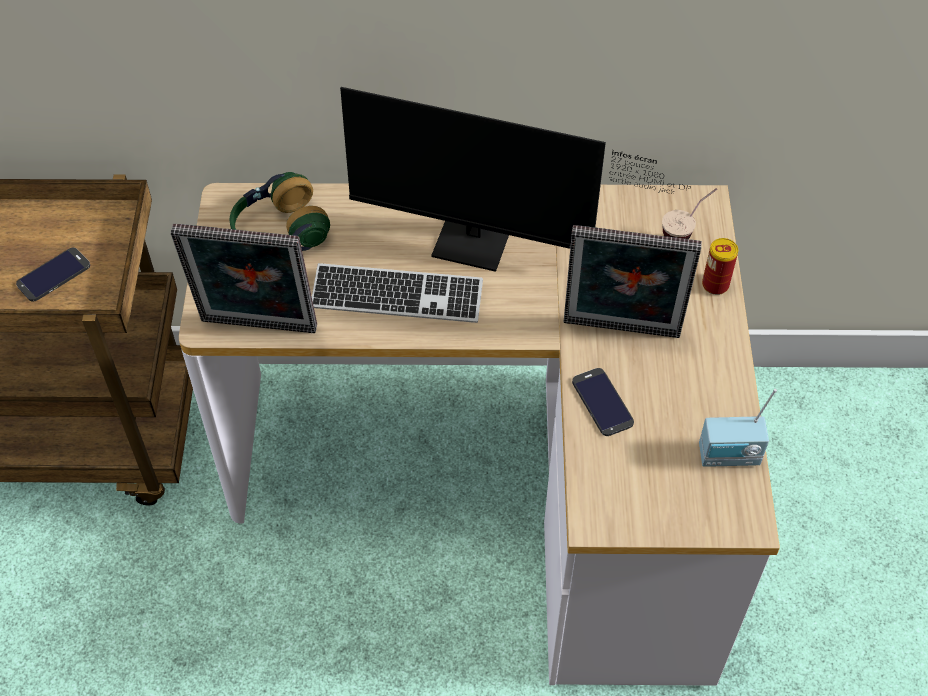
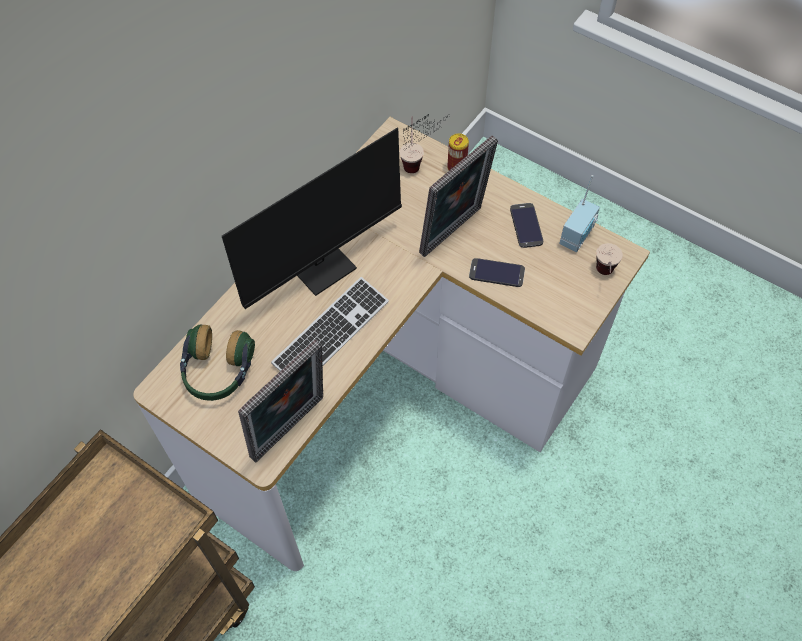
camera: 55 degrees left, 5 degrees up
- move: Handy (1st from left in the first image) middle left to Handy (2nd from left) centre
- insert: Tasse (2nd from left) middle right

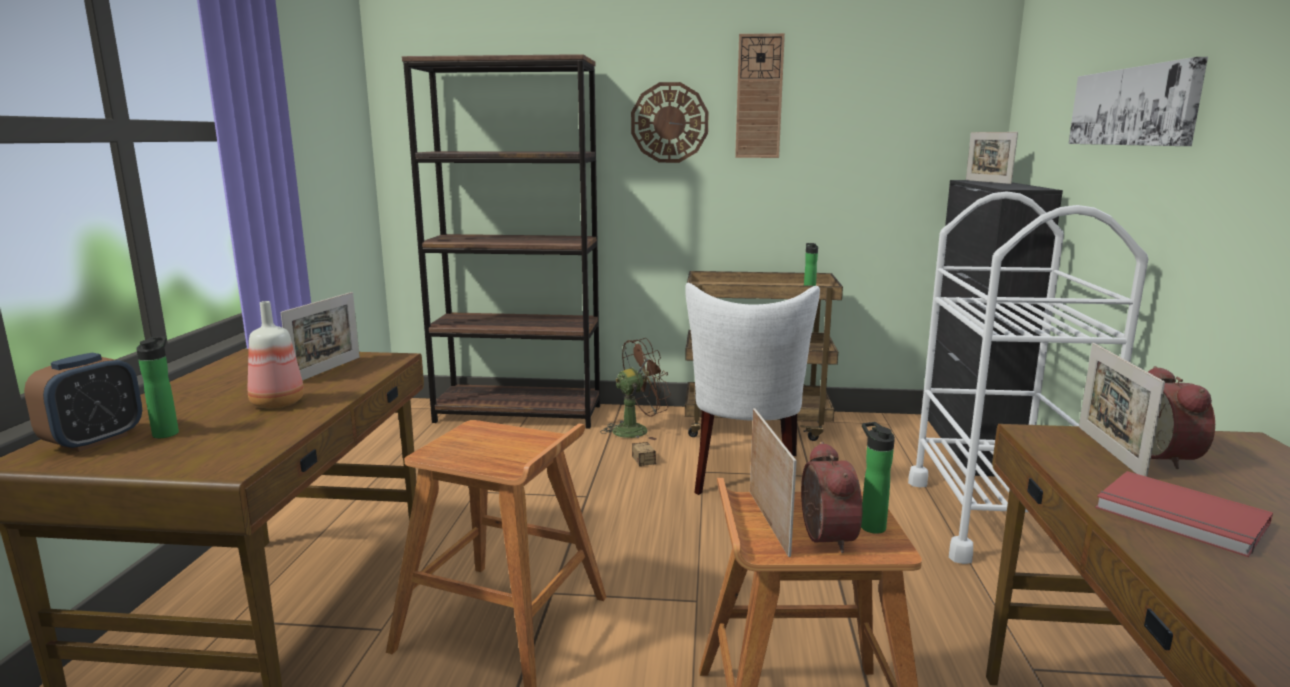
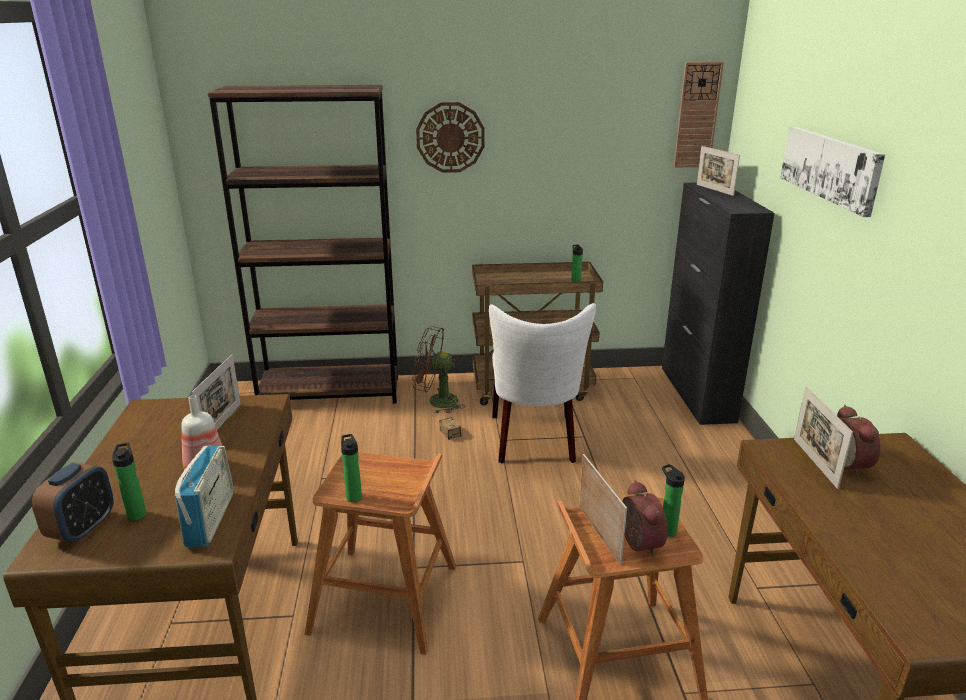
camera: 10 degrees left, 10 degrees up
- move: Wanduhr (2nd from left) top centre to top right
- delete: Rollwagen [weiß] middle right
- rotate: Ventilator [braun] centre = centre 135 degrees counterclockwise
- delete: Buch [rot] bottom right
- insert: Flasche (3rd from left) bottom centre
- insert: Radio bottom left

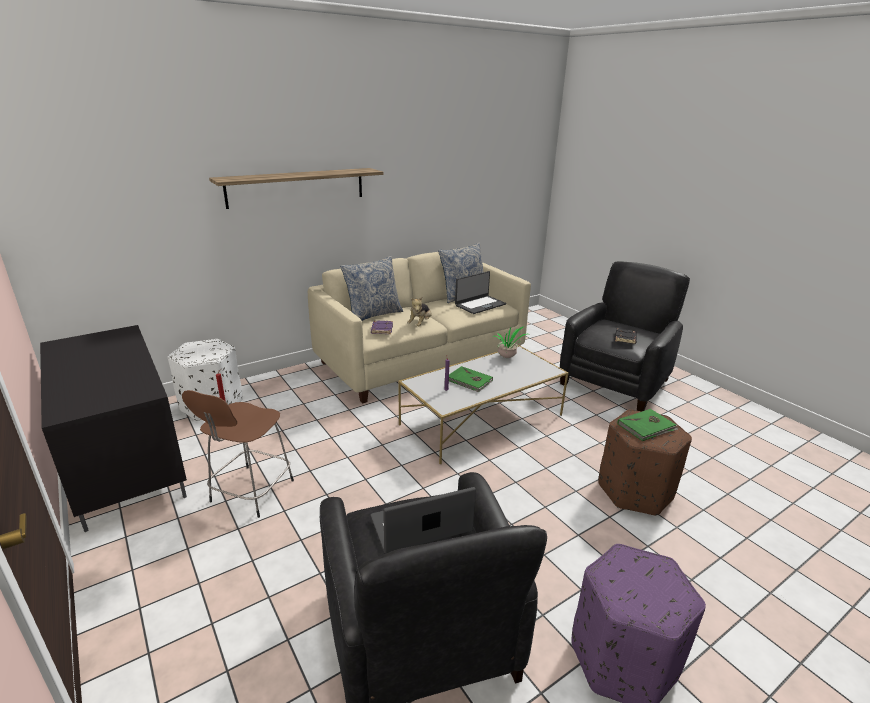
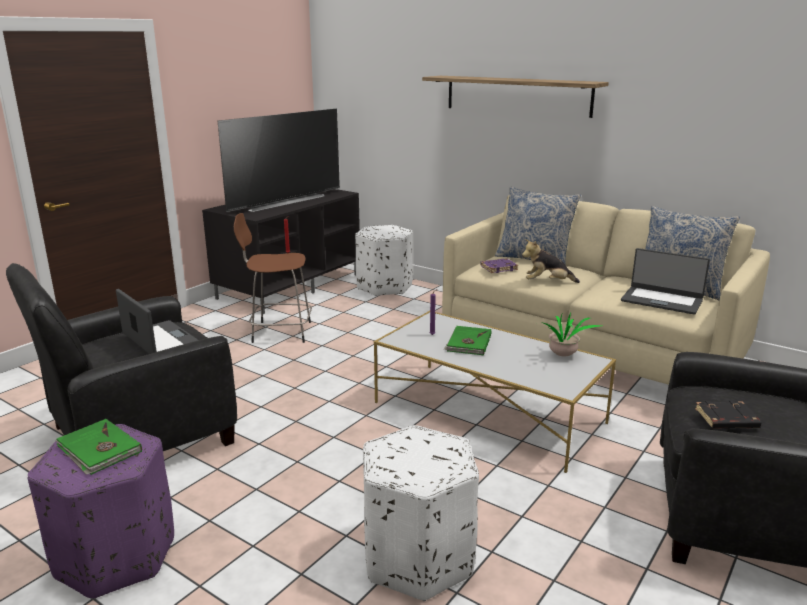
camera: 70 degrees right, 5 degrees down
- move: Buch [grün] (2nd from left in the first image) middle right to Buch [grün] (1st from left) bottom left
- recolor: Polsterhocker [braun] middle right to Polsterhocker [weiß] (2nd from left) bottom centre
- insert: Fernseher top centre

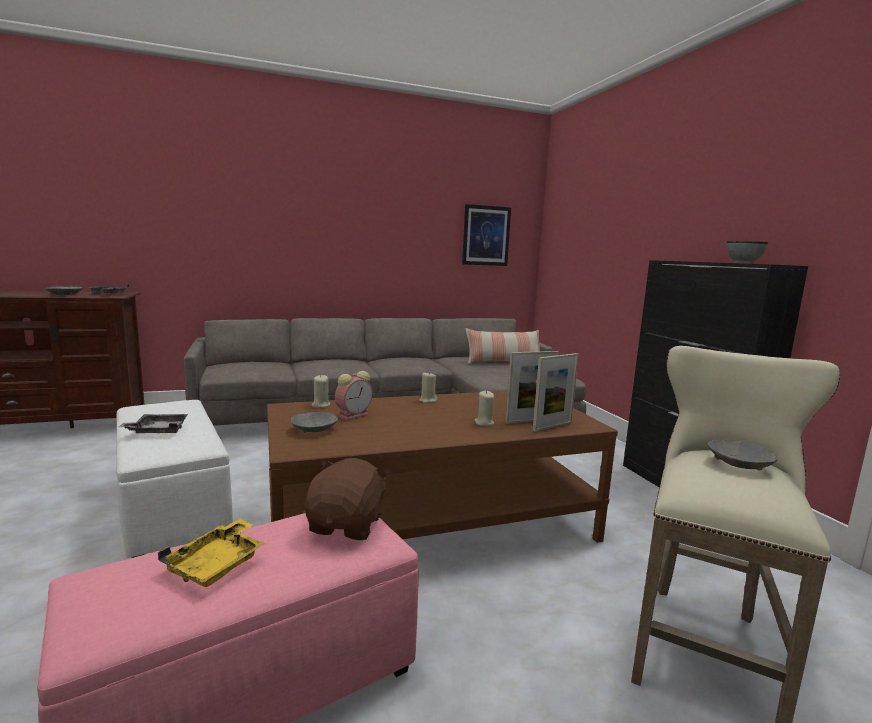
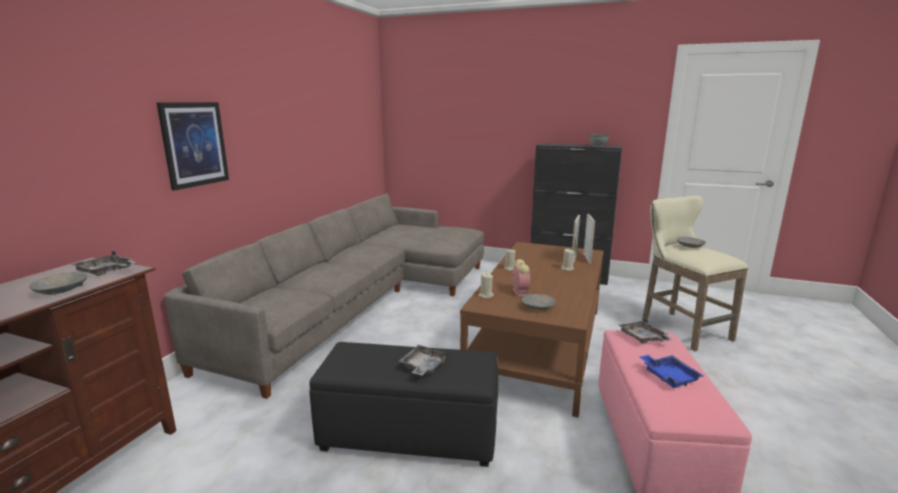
camera: 50 degrees left, 5 degrees up
- move: Bild top centre to top left
- delete: Kissen centre
- recolor: Polsterhocker [weiß] middle left to Polsterhocker [schwarz] bottom centre
- replace: Plüschtier [braun] bottom centre to Tablett [grau] (3rd from left) bottom right
- recolor: Tablett [gelb] bottom left to Tablett [blau] bottom right

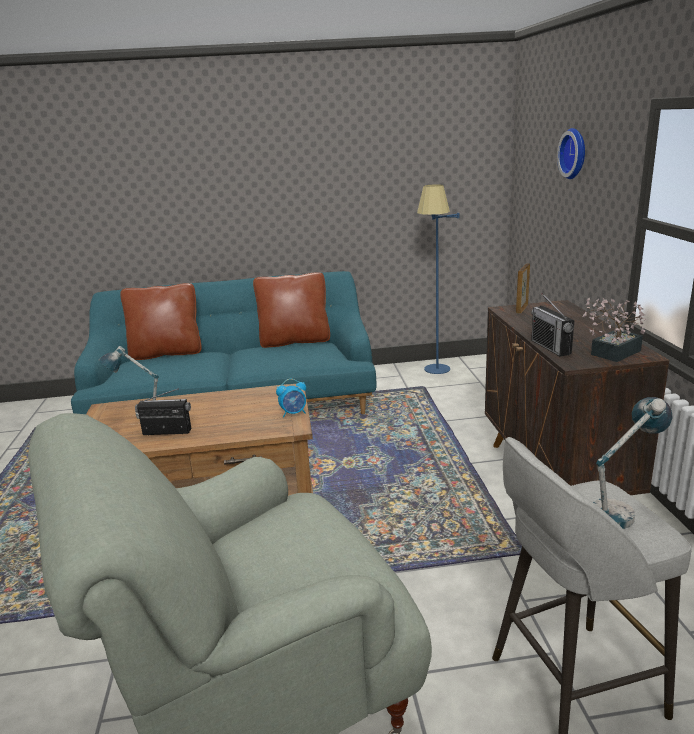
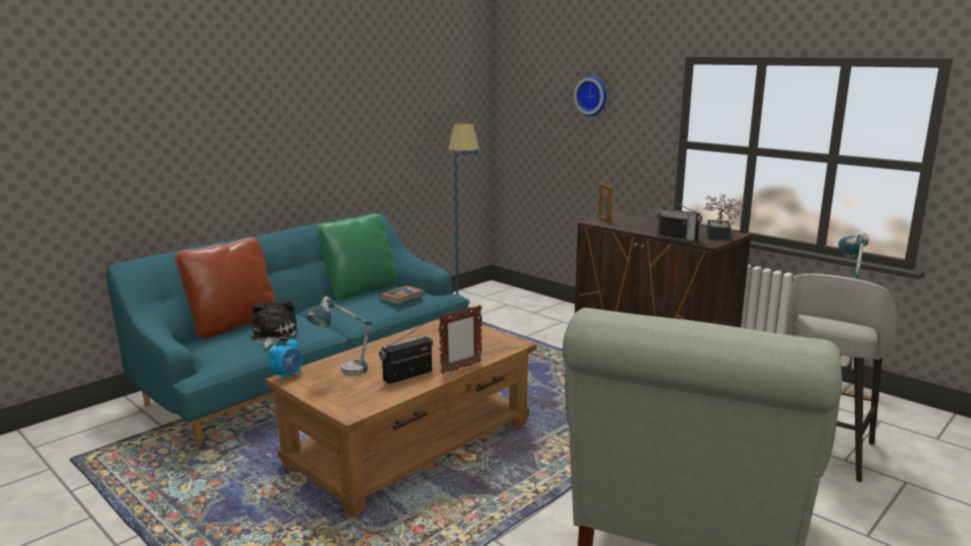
camera: 40 degrees left, 5 degrees down
- recolor: Kissen [braun] (2nd from left) centre to Kissen [grün] centre
- move: Wecker centre to middle left
- insert: Buch centre
- insert: Plüschtier middle left
- insert: Bilderrahmen (1st from left) centre

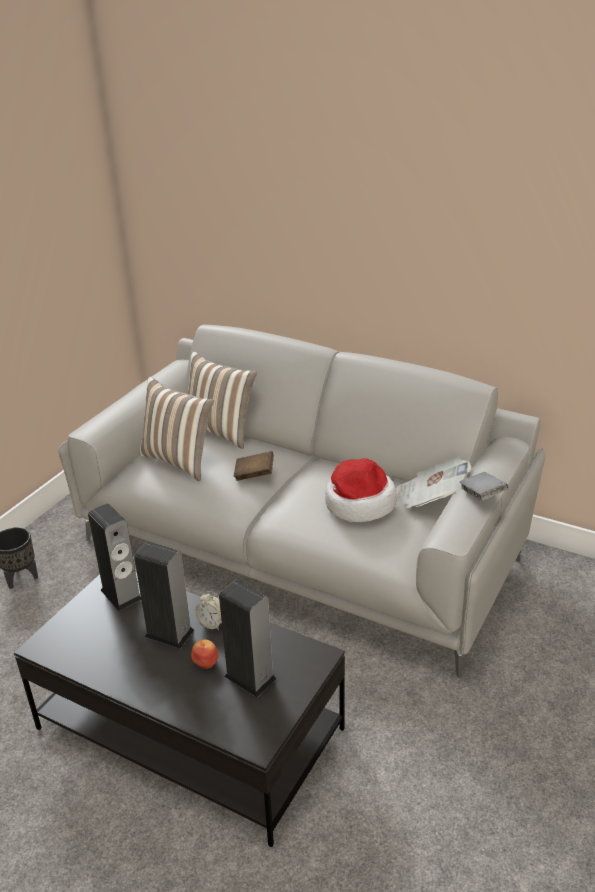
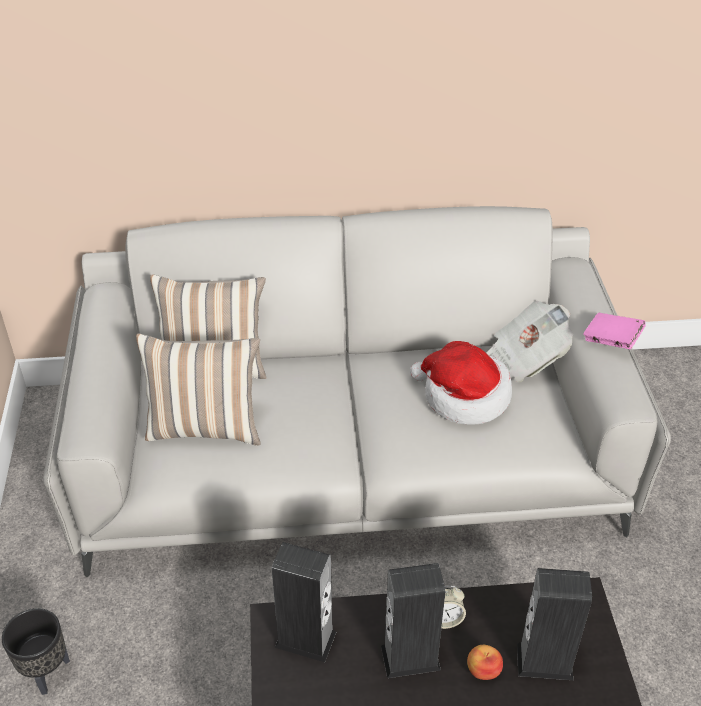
camera: 35 degrees left, 10 degrees up
- delete: Buch [braun] centre
- recolor: Buch [grau] middle right to Buch [rosa] middle right

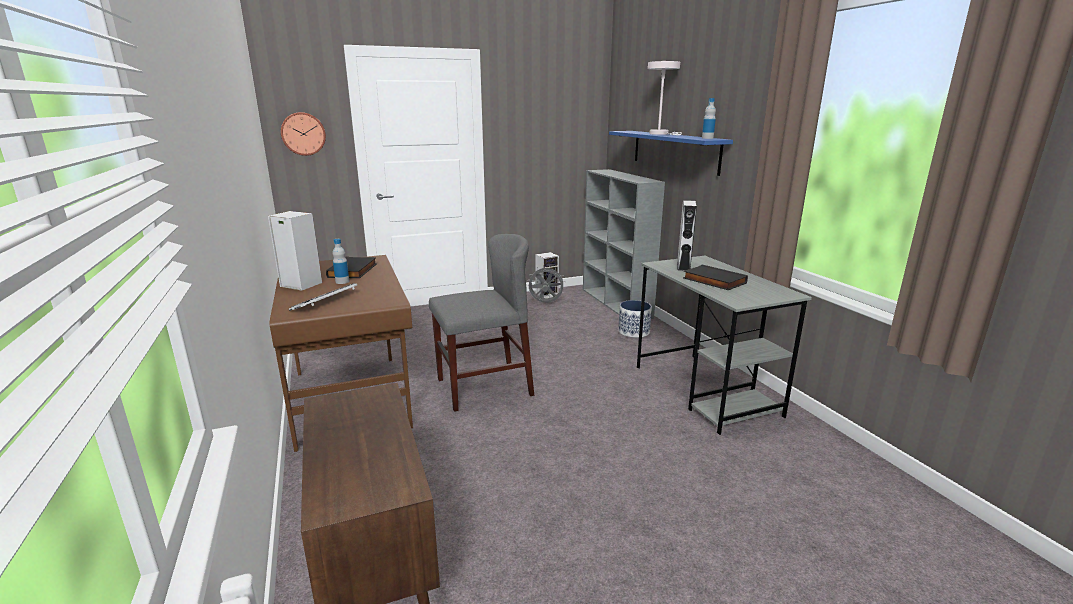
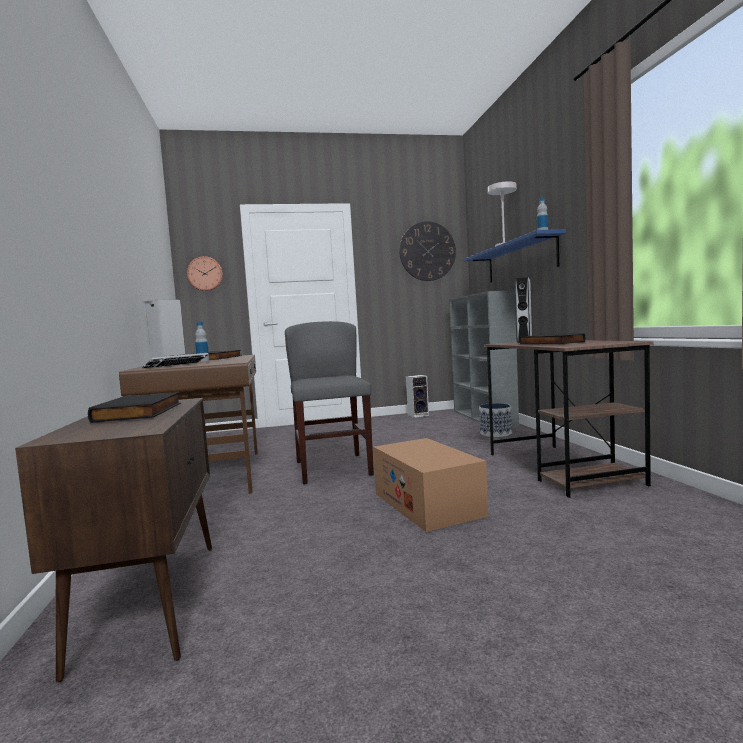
camera: 10 degrees right, 15 degrees down
- rotate: Stuhl [grau] centre = centre 90 degrees counterclockwise
- recolor: Schreibtisch [grau] middle right to Schreibtisch [braun] (2nd from left) middle right
- delete: Ventilator [grau] centre
- insert: Wanduhr (2nd from left) centre
- insert: Buch [schwarz] (1st from left) middle left
- insert: Karton centre

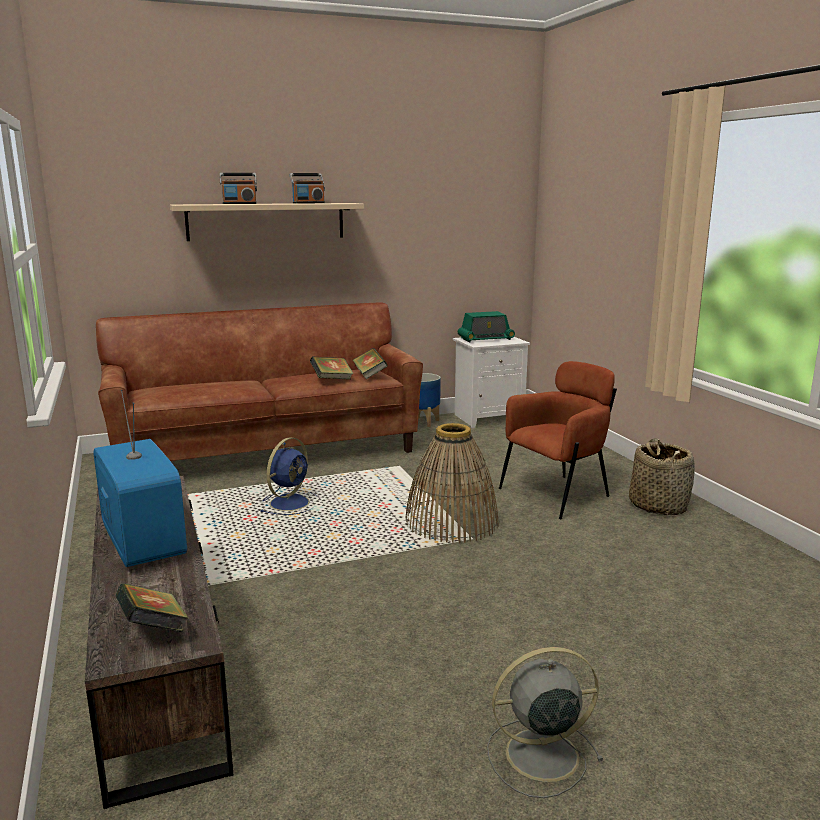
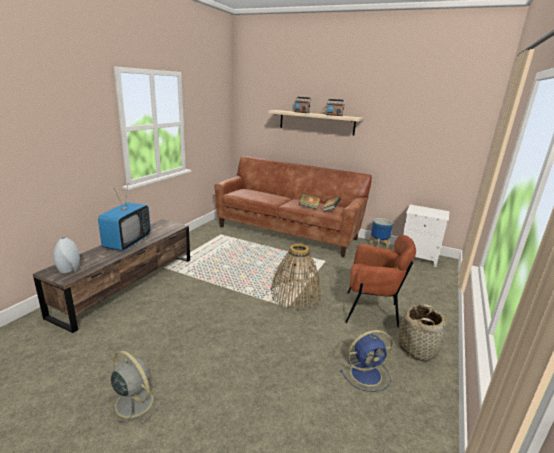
camera: 45 degrees right, 5 degrees up
- delete: Radio (3rd from left) centre
- move: Ventilator [blau] centre to bottom centre
- replace: Buch (1st from left) bottom left to Vase [grau] middle left

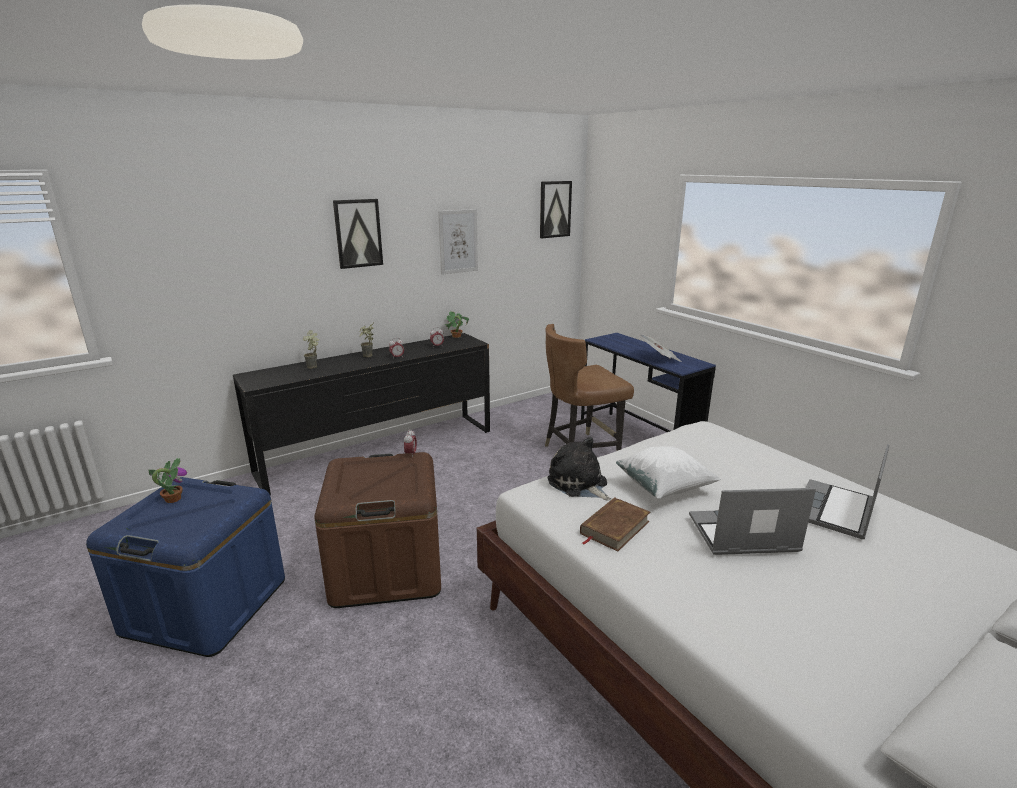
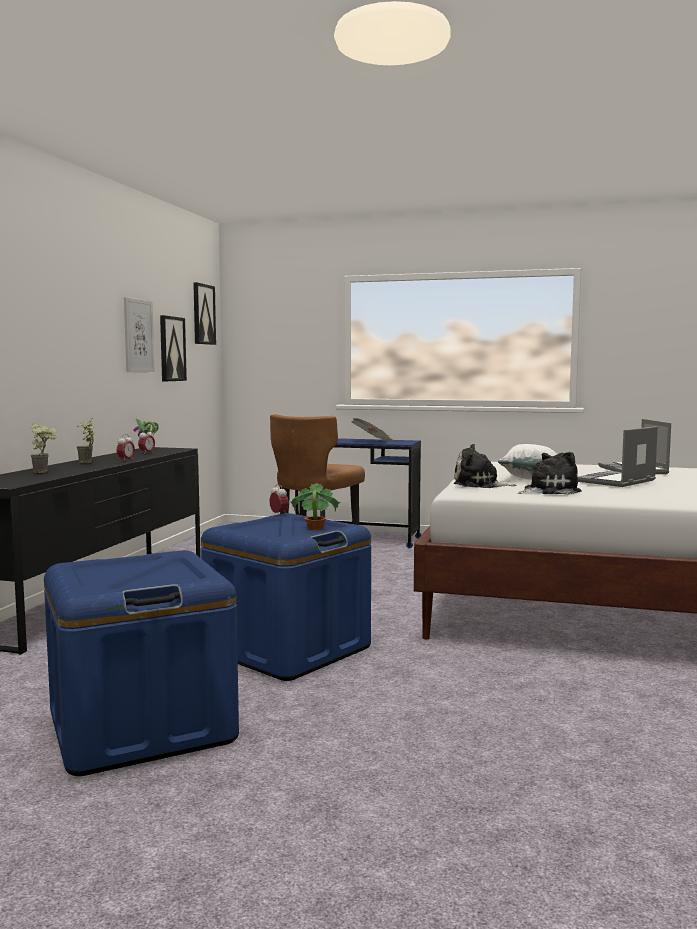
camera: 40 degrees left, 15 degrees down
- move: Bild (1st from left in the first image) top centre to Bild (2nd from left) middle left
- recolor: Aufbewahrungsbox [braun] bottom centre to Aufbewahrungsbox [blau] (2nd from left) centre
- move: Topfpflanze (1st from left in the first image) middle left to Topfpflanze (4th from left) centre
- replace: Buch [braun] centre to Plüschtier (2nd from left) middle right

